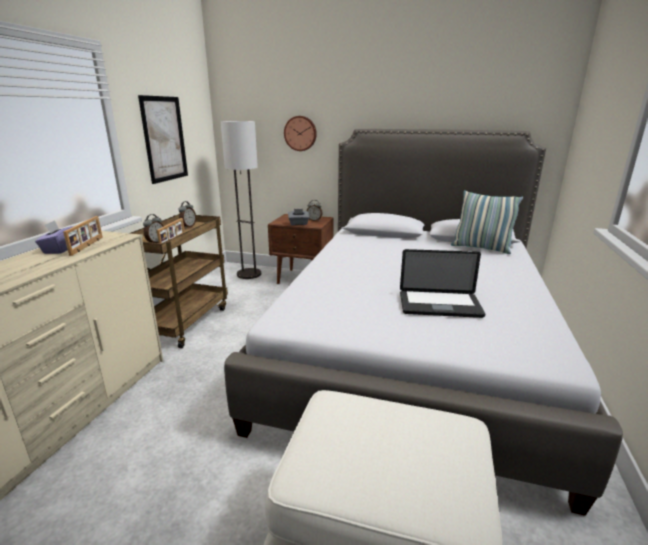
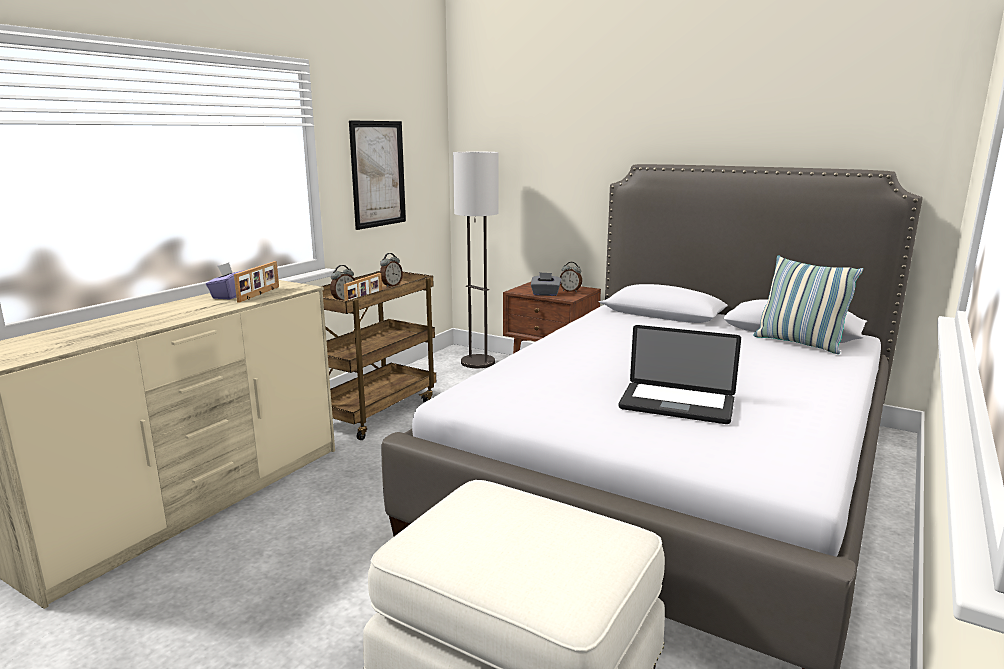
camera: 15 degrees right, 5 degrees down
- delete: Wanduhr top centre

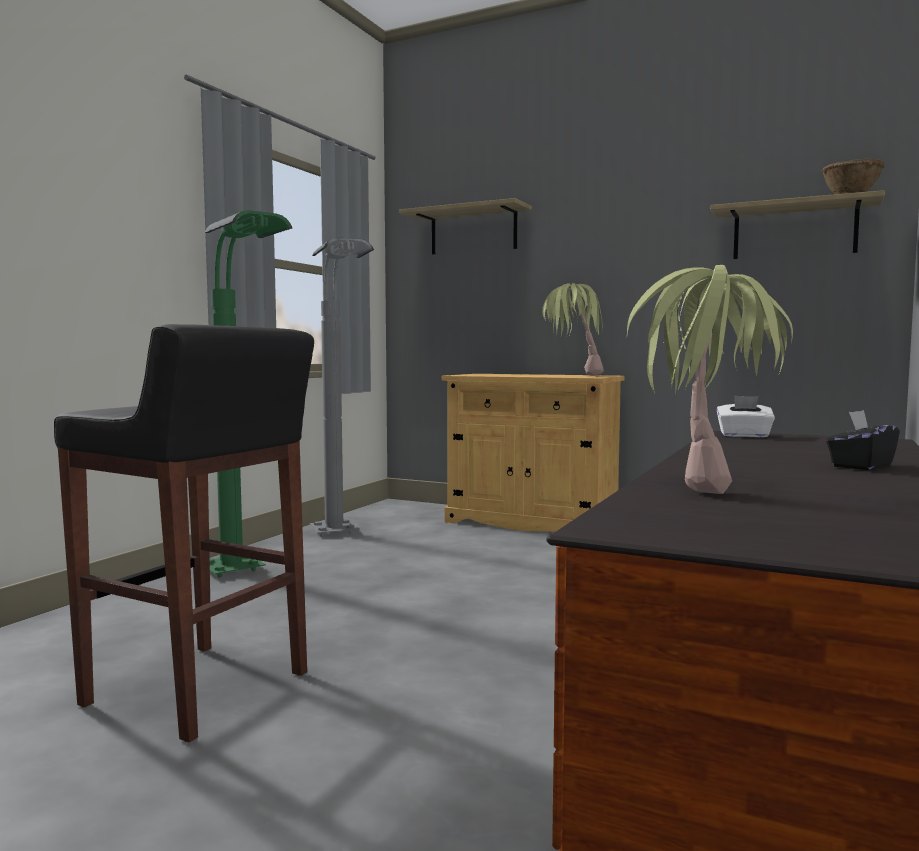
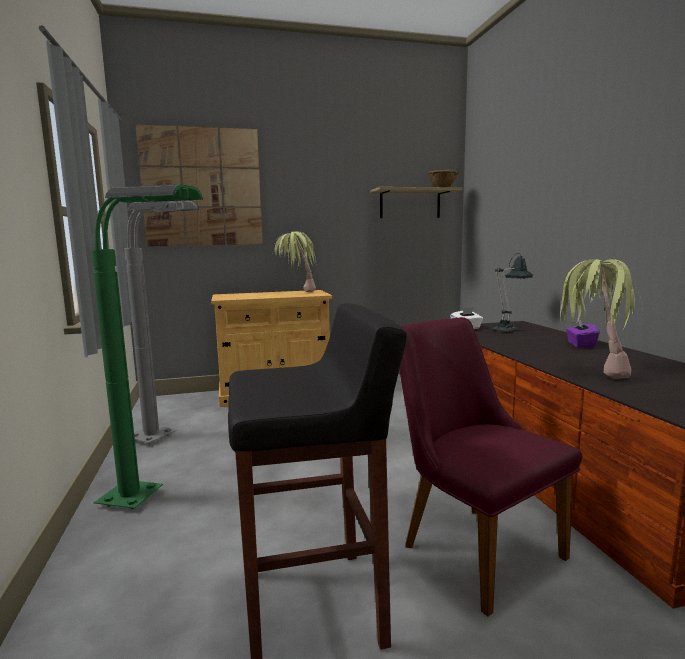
camera: 40 degrees left, 5 degrees up
- replace: Wandregal (1st from left) top centre to Bild top left
- recolor: Taschentuchbox [schwarz] middle right to Taschentuchbox [lila] middle right
- insert: Tischlampe middle right
- insert: Stuhl [lila] bottom right

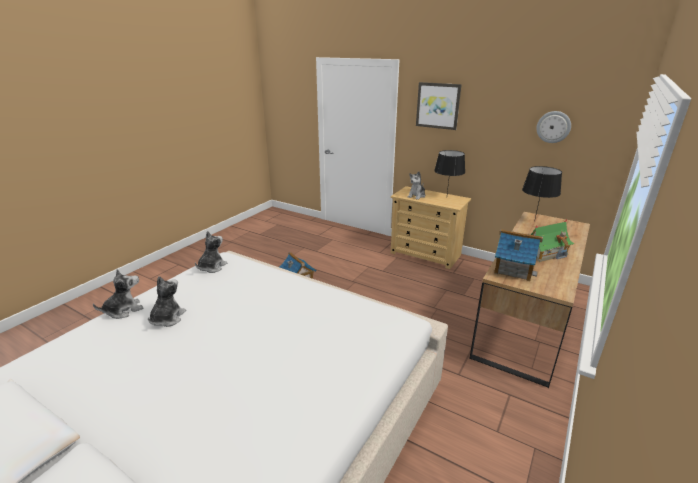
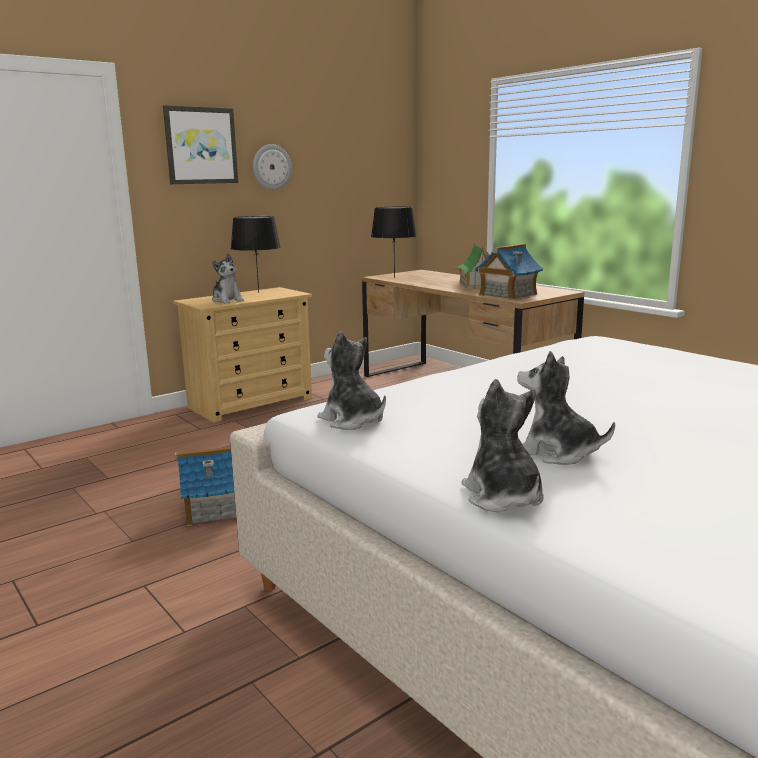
camera: 70 degrees left, 10 degrees down
- move: Wanduhr top right to top centre

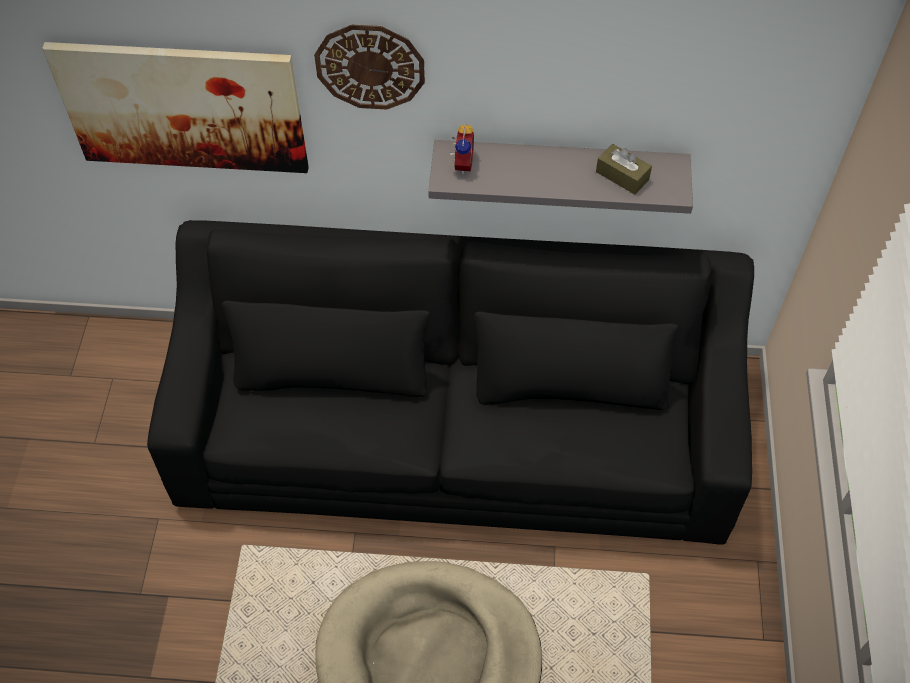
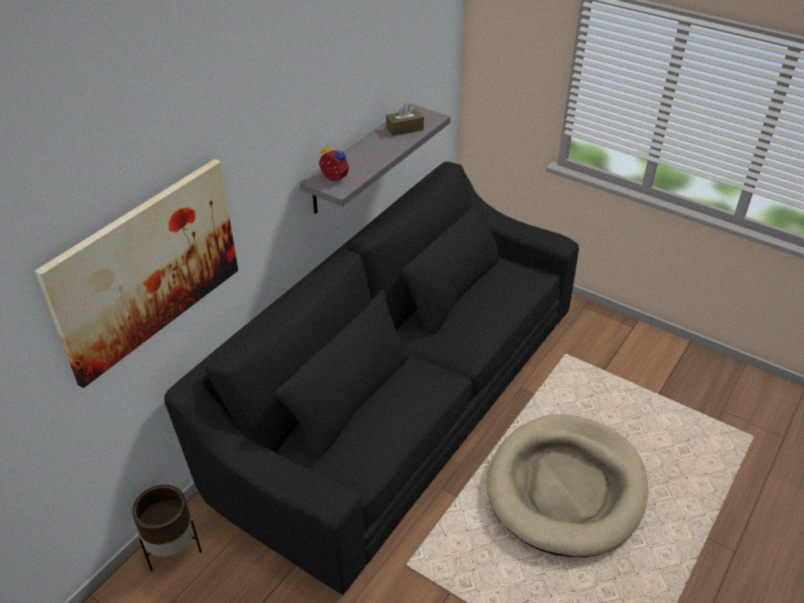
camera: 60 degrees left, 15 degrees down
- delete: Wanduhr top centre
- insert: Pflanzkübel [braun] bottom left

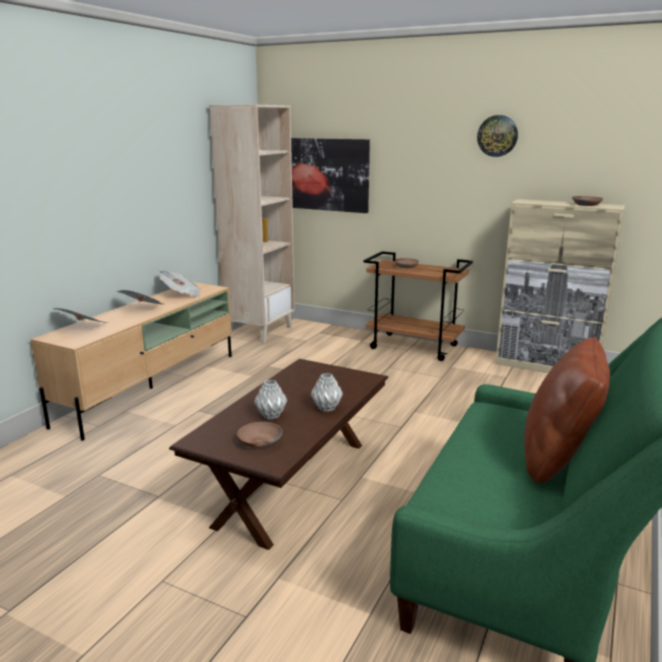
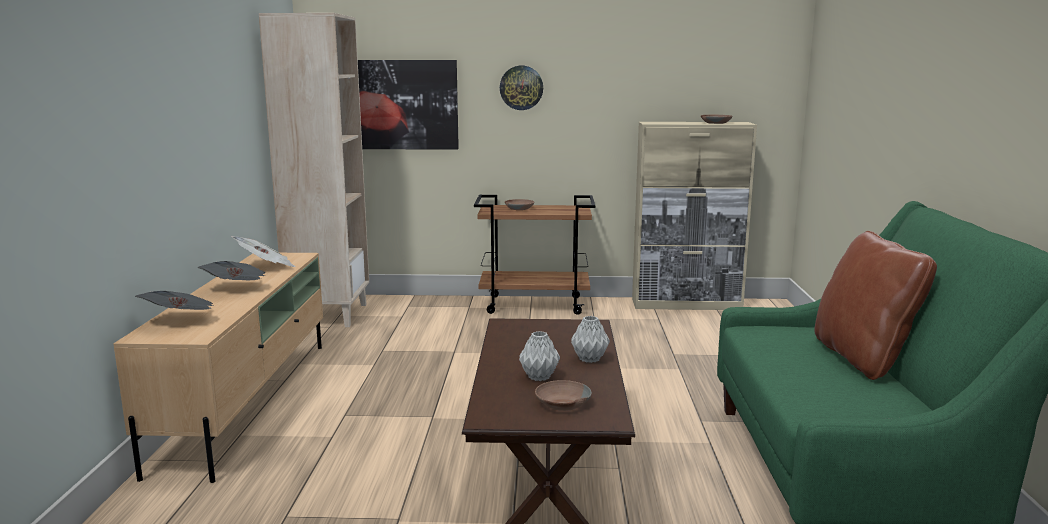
camera: 25 degrees left, 5 degrees down
- move: Wanduhr top right to top centre

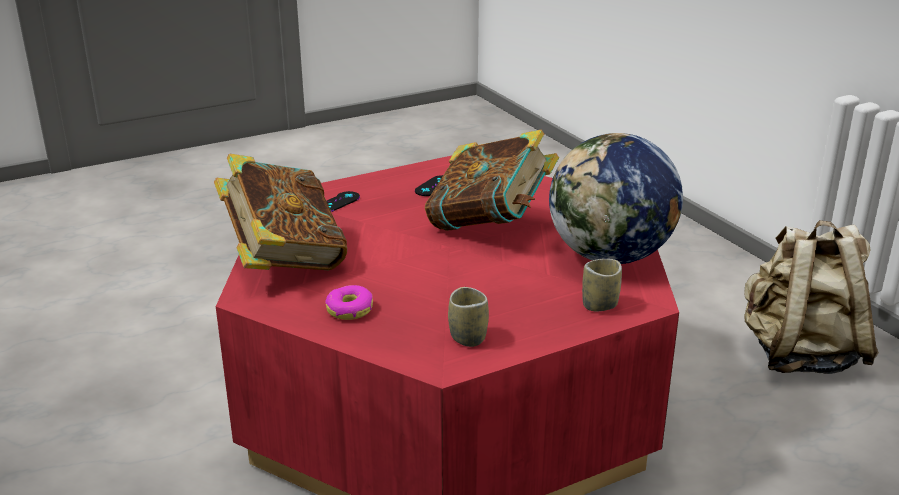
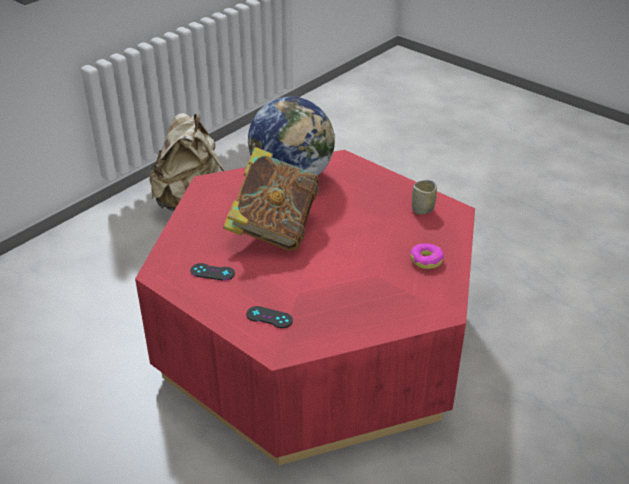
camera: 110 degrees left, 10 degrees up
- delete: Buch (1st from left) middle left
- delete: Tasse (2nd from left) middle right

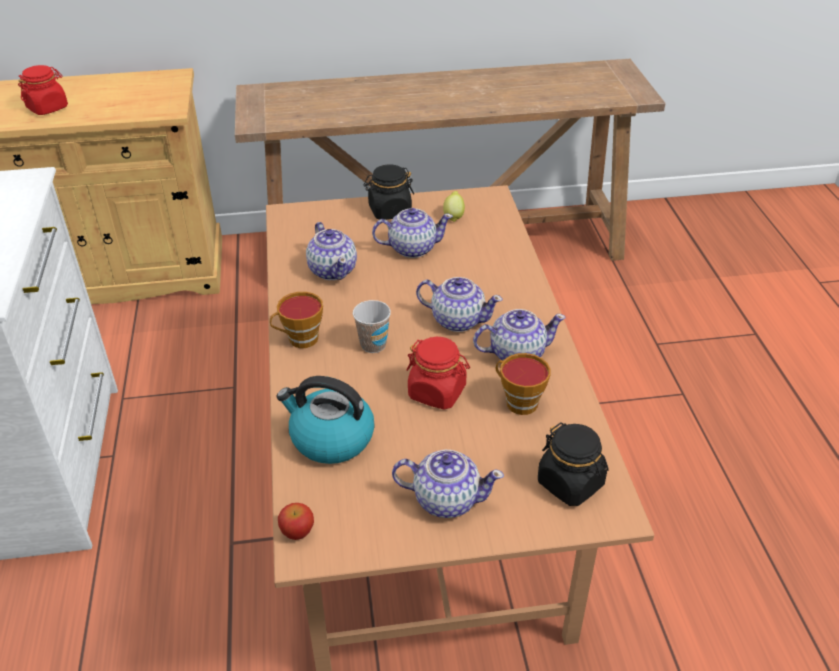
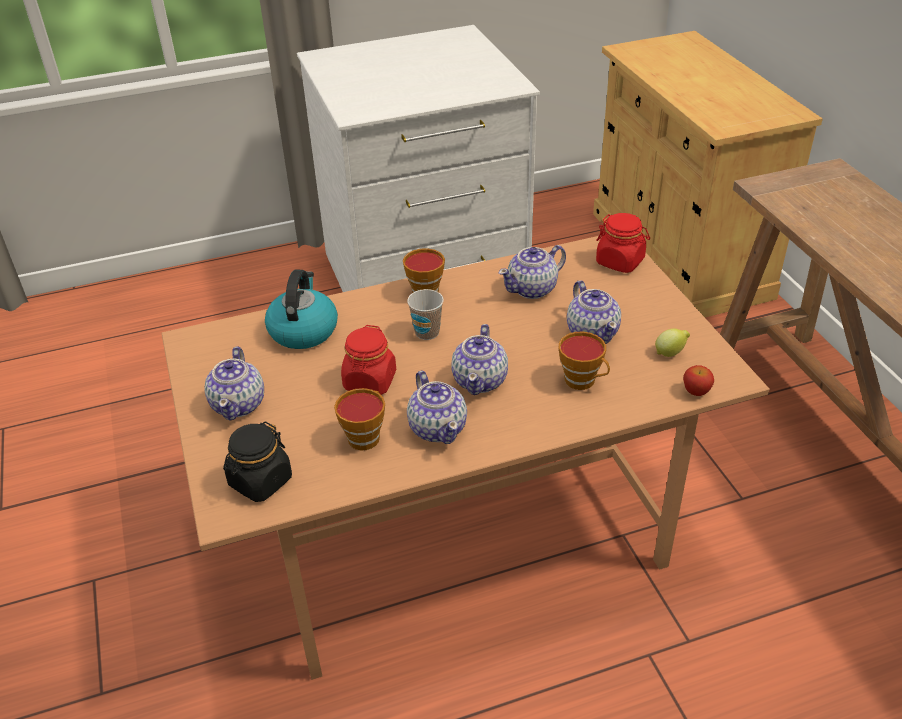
camera: 80 degrees right, 0 degrees up
- move: Vorratsglas [rot] (1st from left in the first image) top left to Vorratsglas [rot] (2nd from left) middle right
- delete: Vorratsglas [schwarz] (1st from left) top centre
- move: Apfel bottom centre to middle right
- insert: Tasse (4th from left) centre

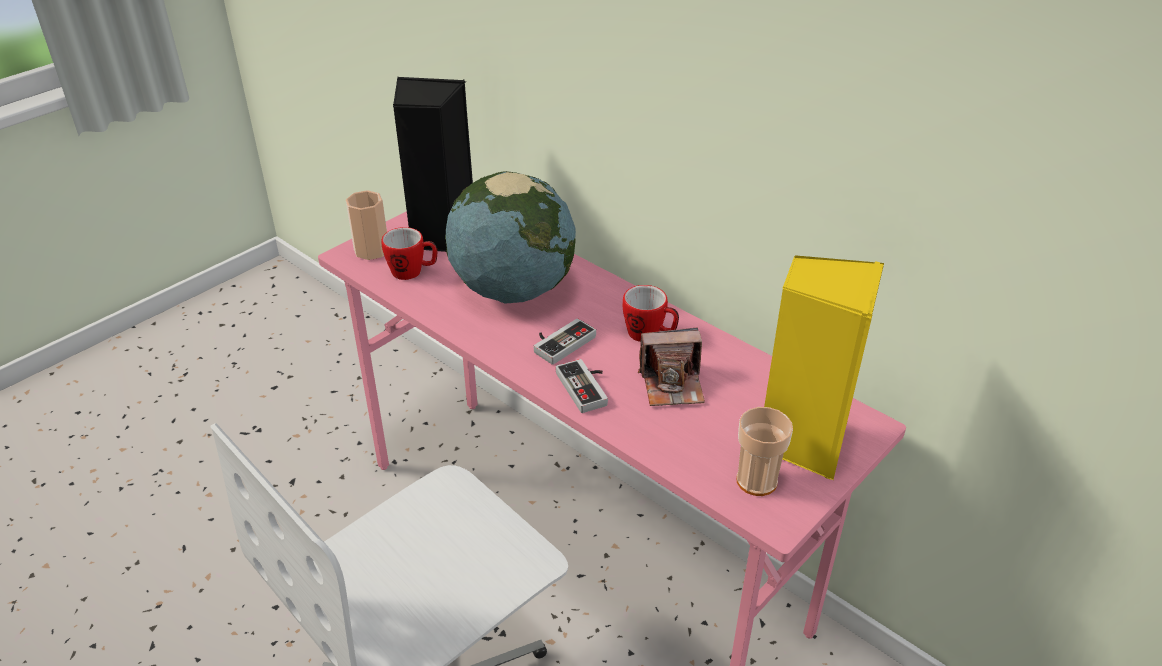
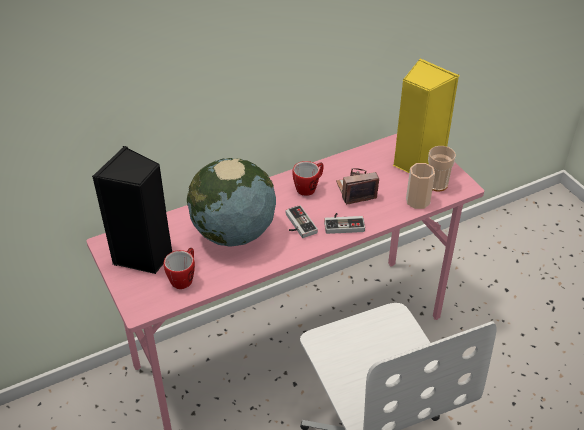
camera: 70 degrees left, 5 degrees up
- move: Tasse (1st from left) middle left to middle right
- rotate: Kamera centre = centre 120 degrees counterclockwise

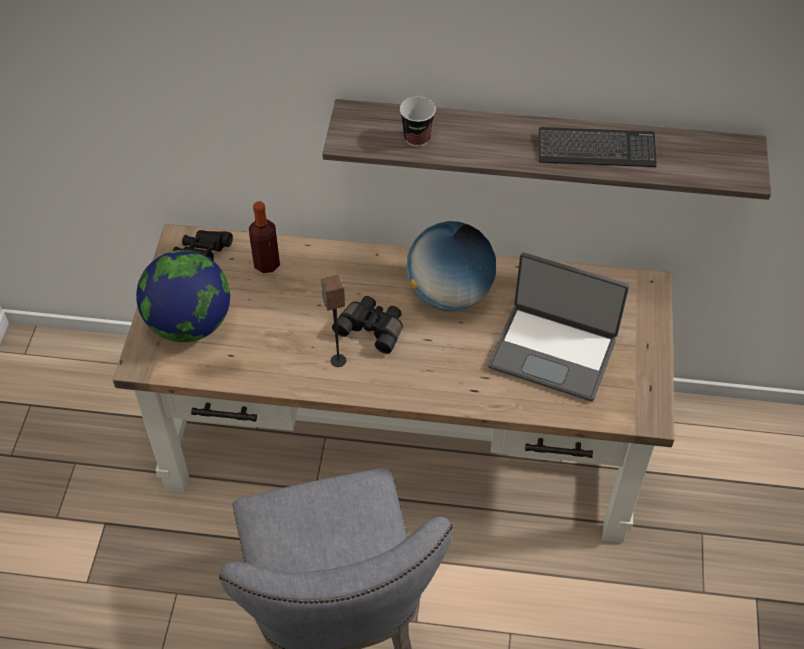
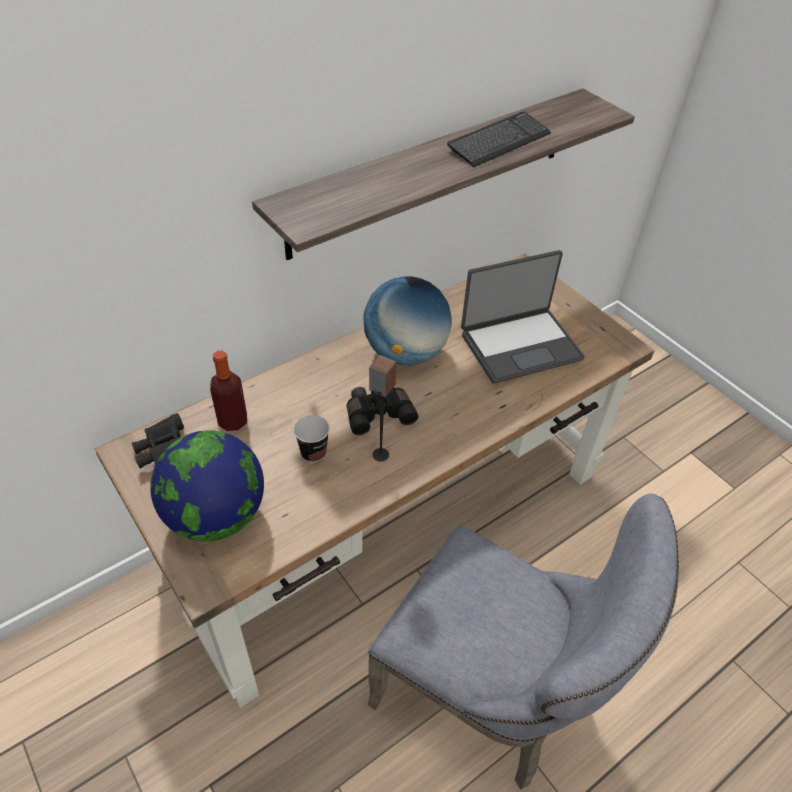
camera: 45 degrees left, 5 degrees down
- move: Tasse top centre to centre

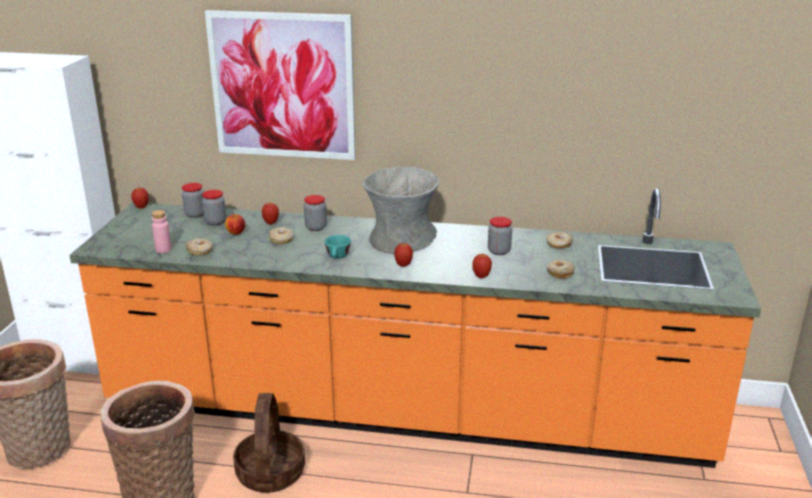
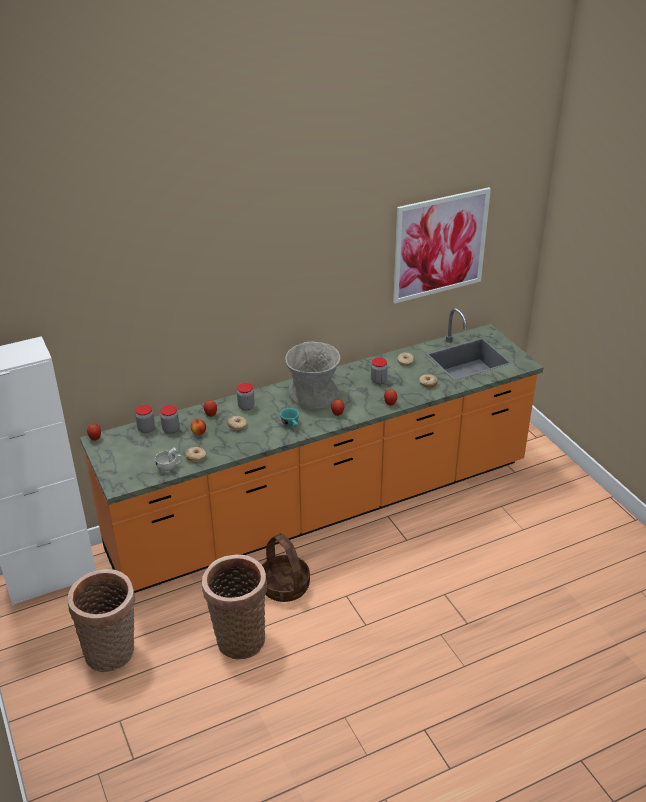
camera: 35 degrees left, 10 degrees up
- move: Bild top centre to top right
- replace: Flasche [rosa] middle left to Tasse [weiß] middle left

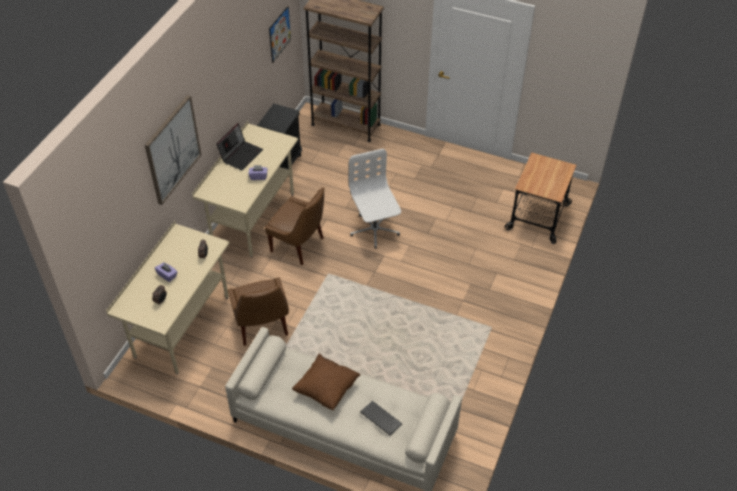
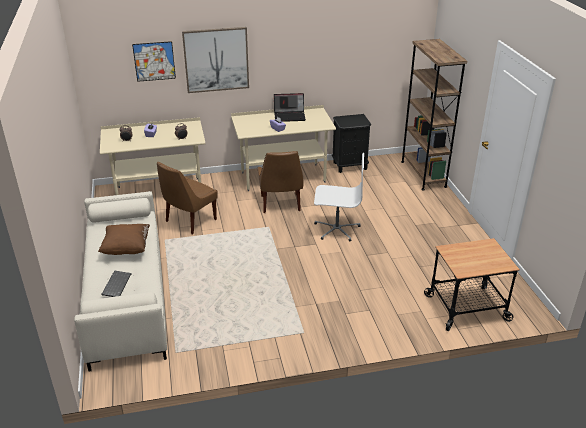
camera: 55 degrees right, 15 degrees down
- move: Bild (2nd from left in the first image) top centre to Bild (1st from left) top left
- rotate: Bürostuhl [weiß] centre = centre 60 degrees clockwise

